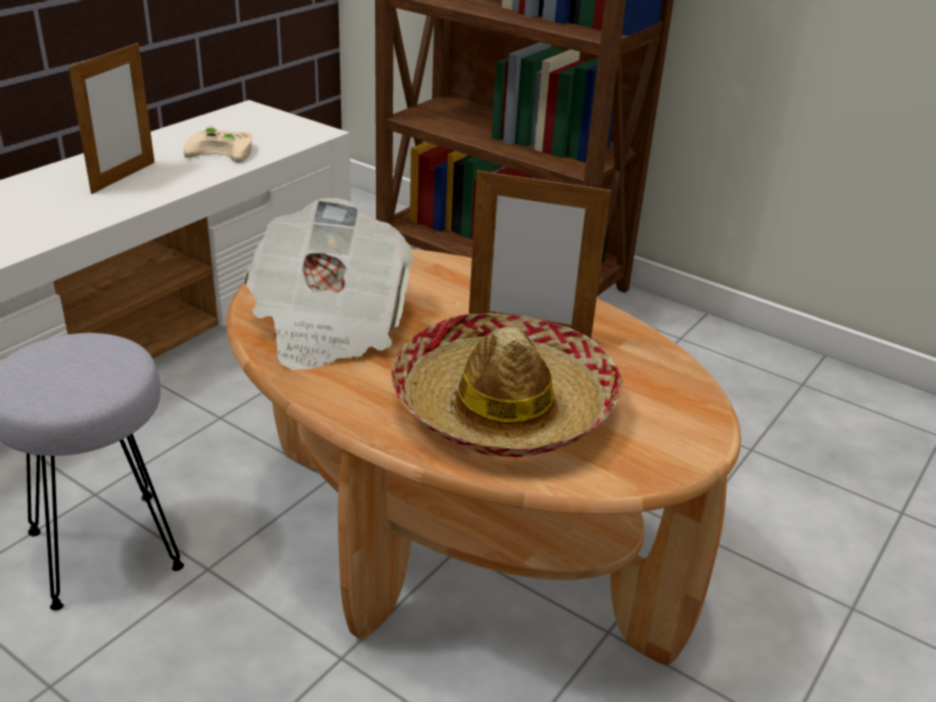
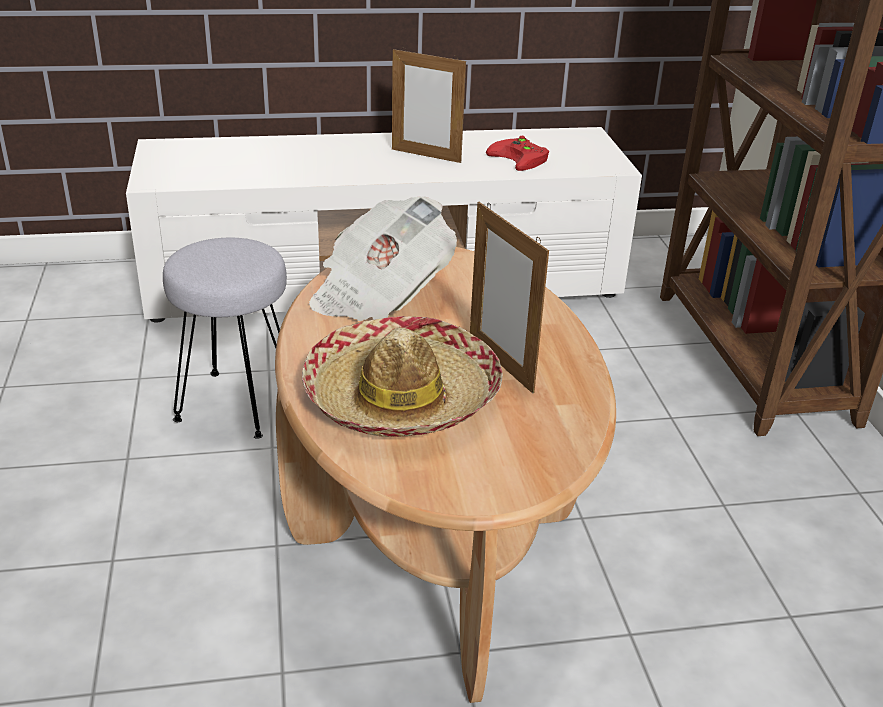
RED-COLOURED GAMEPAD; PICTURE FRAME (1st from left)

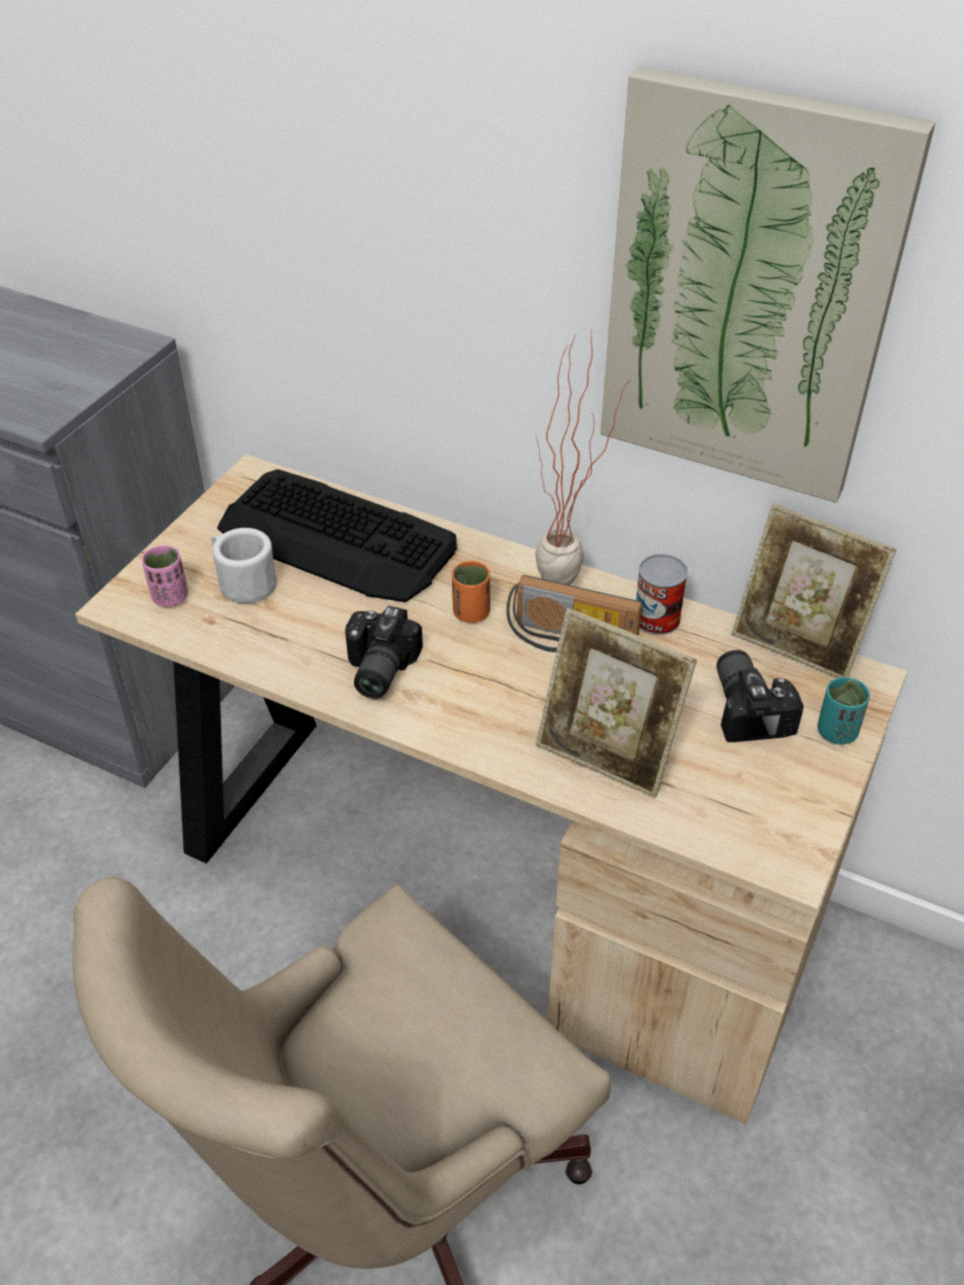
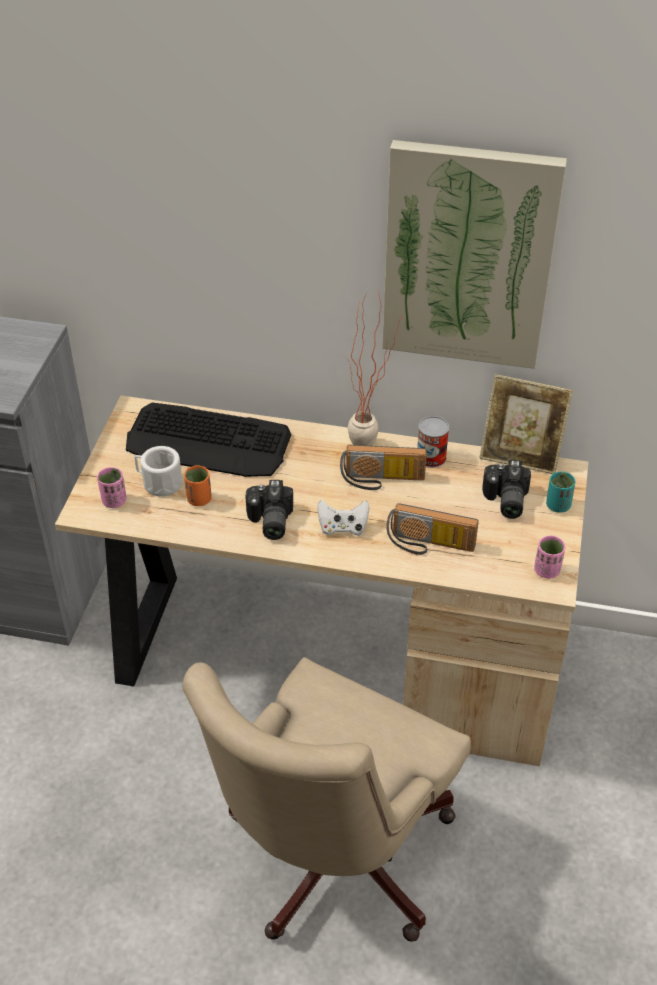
WHITE GAMEPAD; PINK CUP (2nd from left); ORANGE CUP; RADIO (2nd from left); PHOTO CAMERA (2nd from left)

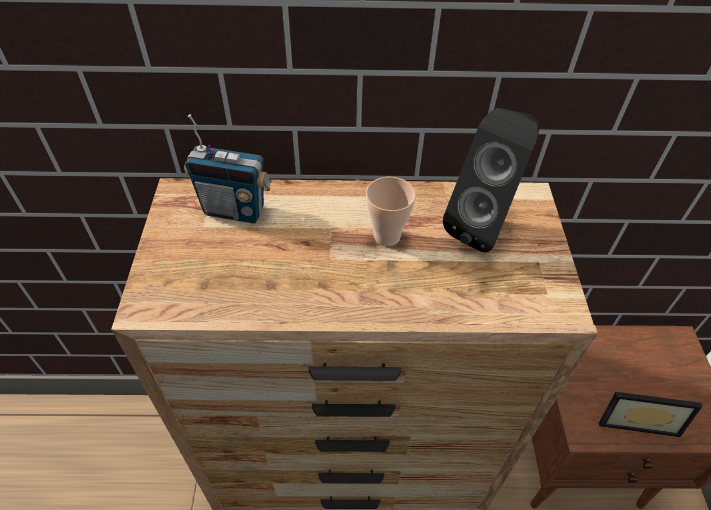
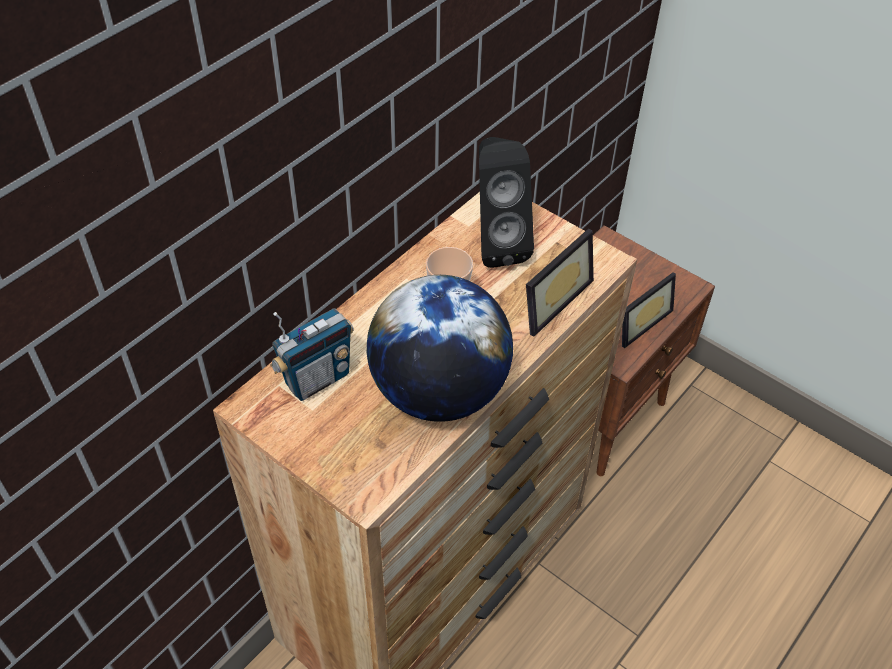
DESK GLOBE; PICTURE FRAME (1st from left)

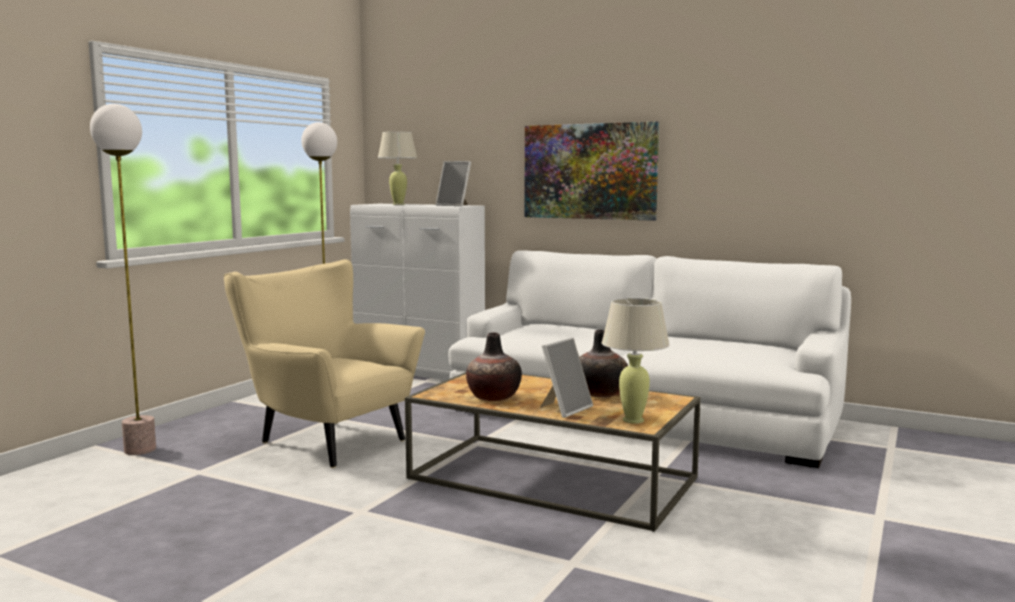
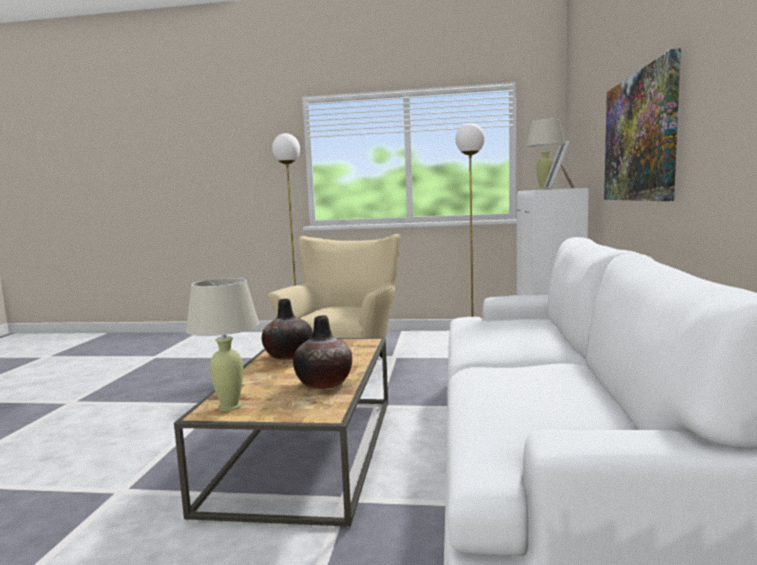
PICTURE FRAME (2nd from left in the first image)

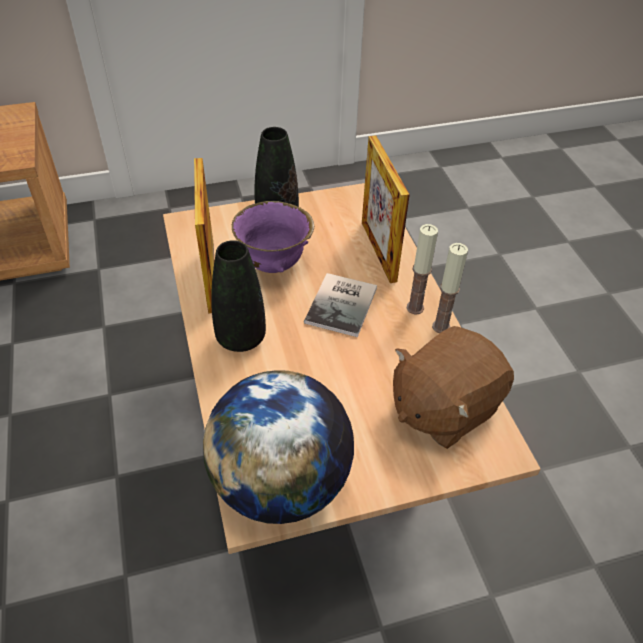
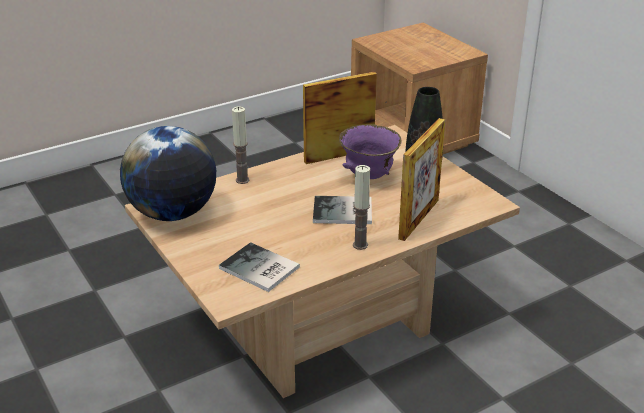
BLACKISH DECORATIVE VASE (1st from left in the first image); CANDLE (1st from left); BOOK (1st from left); PICTURE FRAME (2nd from left)

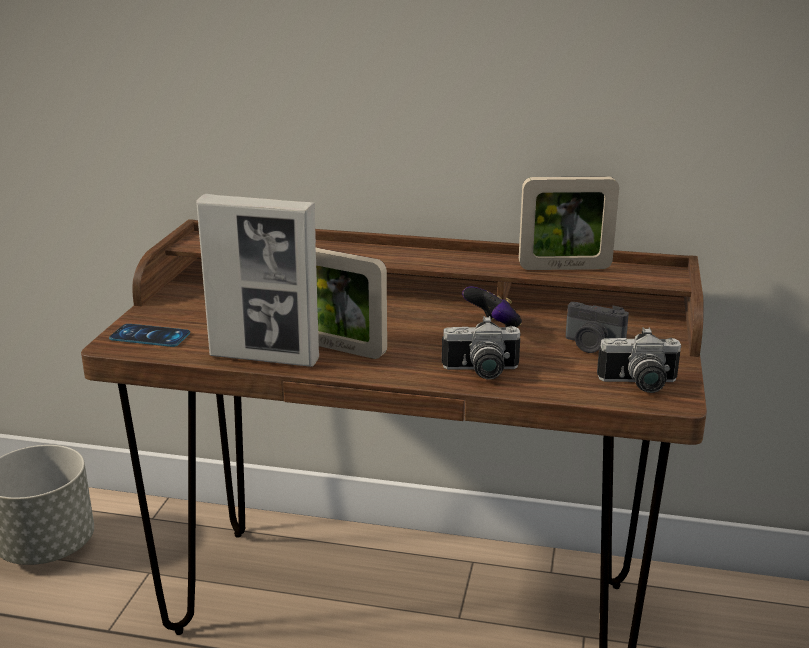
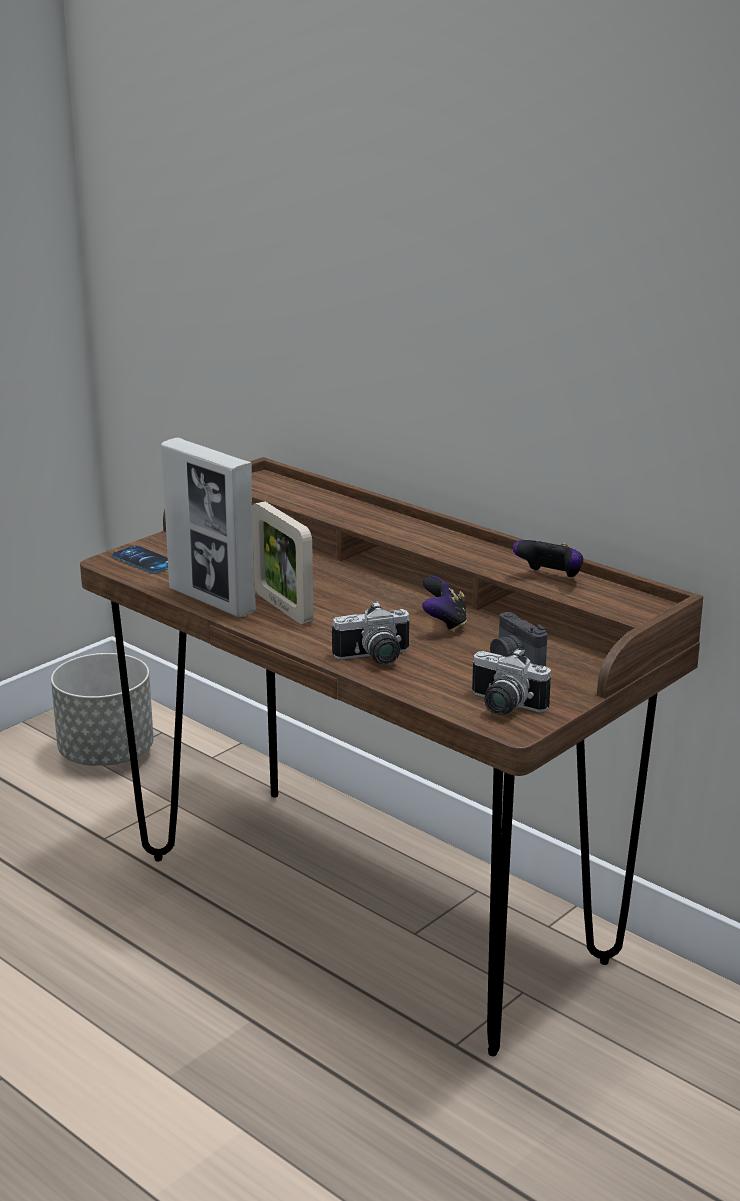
GAMEPAD (2nd from left); PHOTO CAMERA (1st from left)

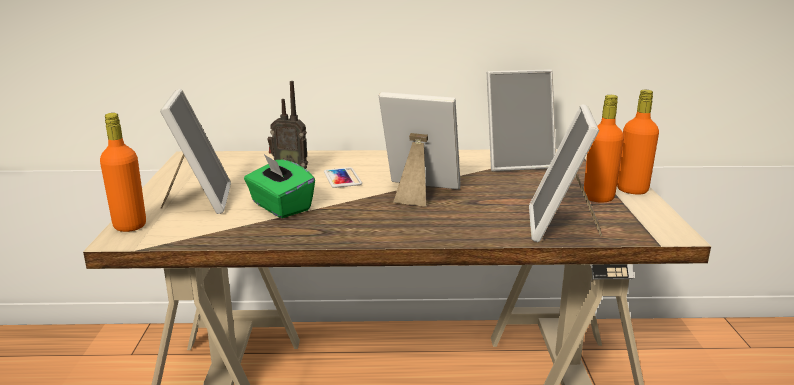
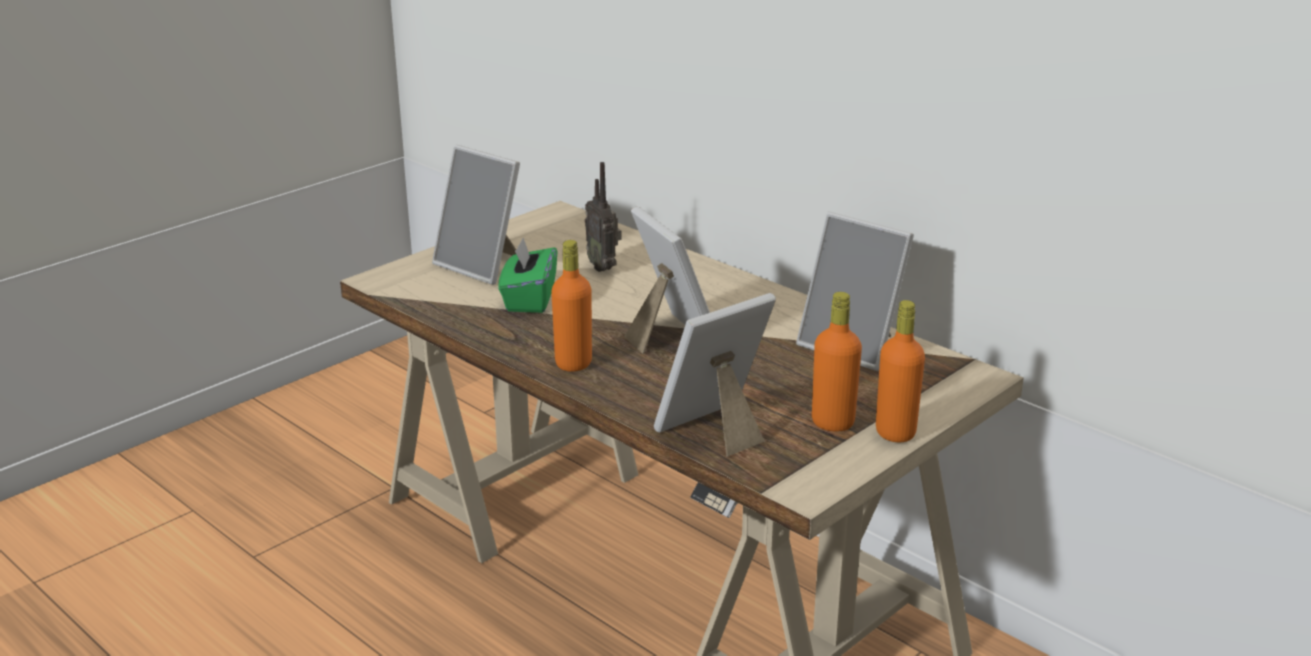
HANDSET; ORANGE BOTTLE (1st from left); PICTURE FRAME (1st from left)

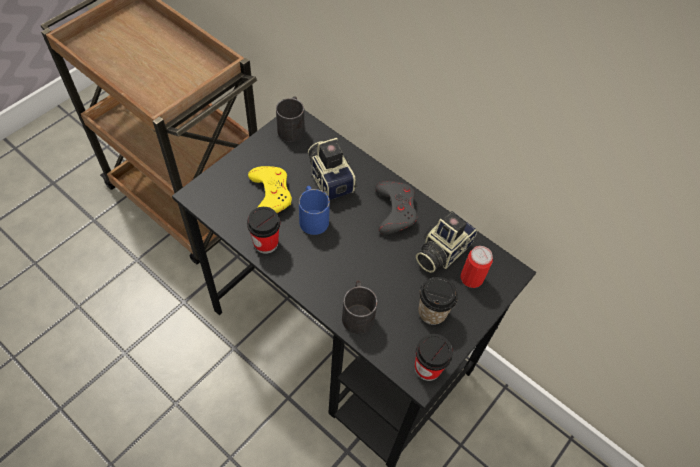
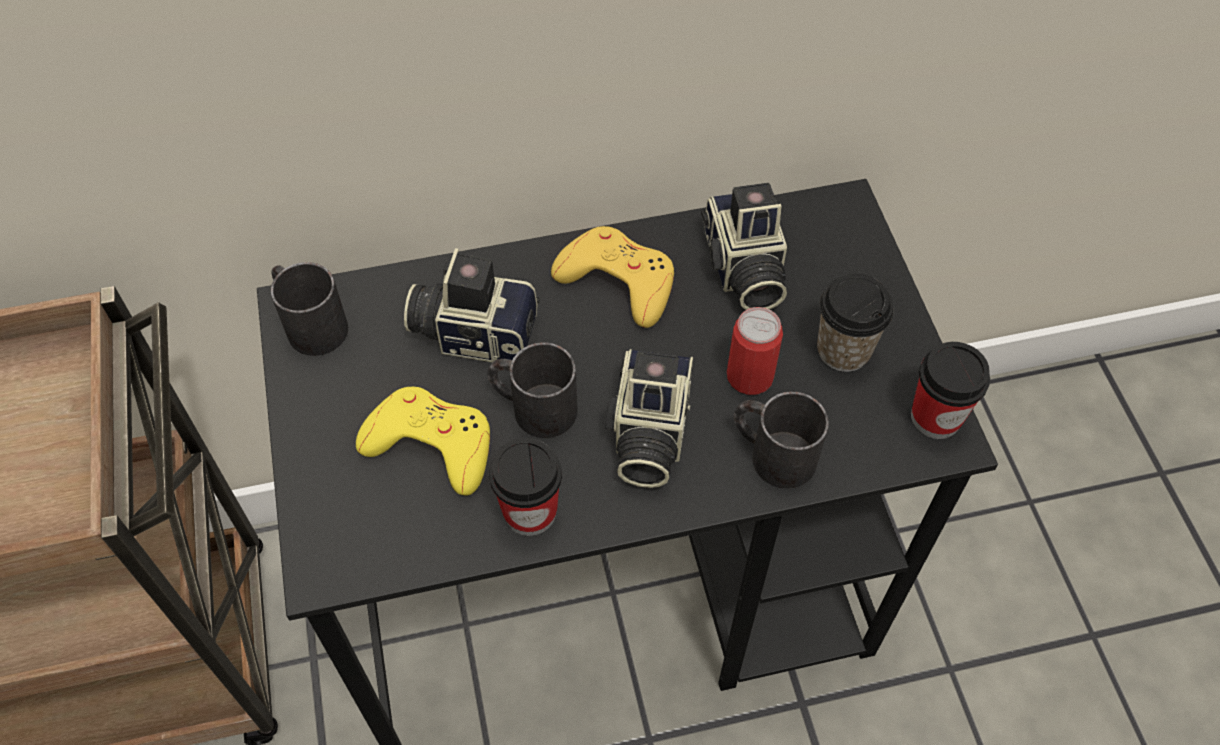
PHOTO CAMERA (2nd from left); SEALED CAN; BLACKISH MUG (2nd from left); YELLOW GAMEPAD (2nd from left)

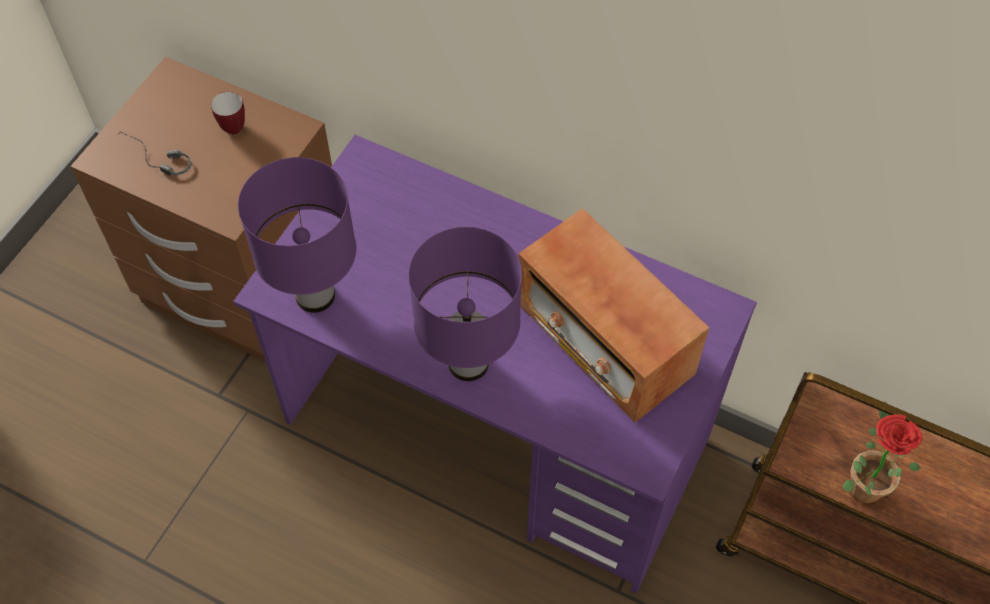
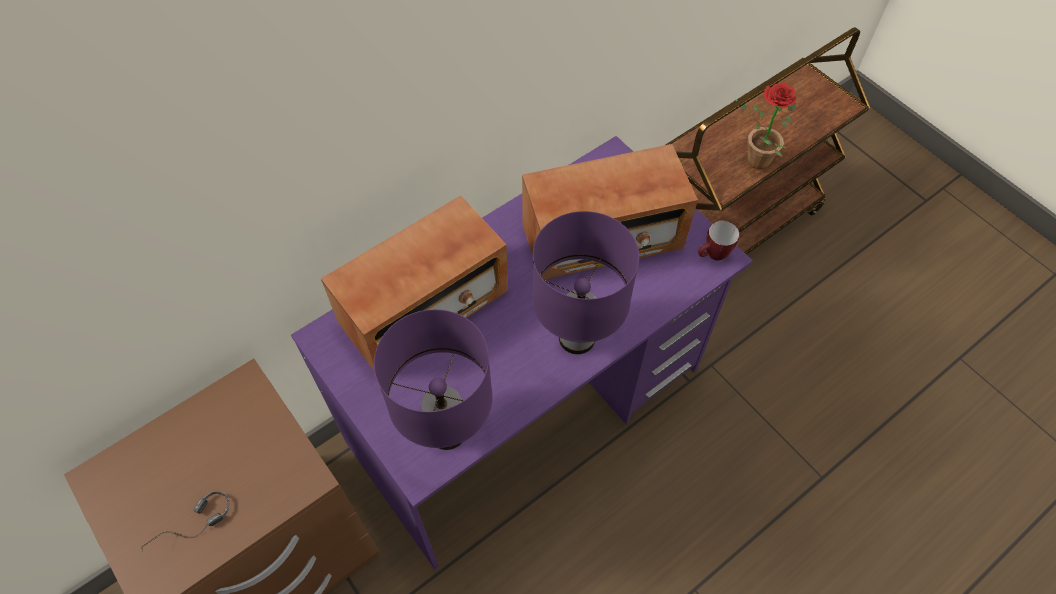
RADIO (1st from left); MUG

